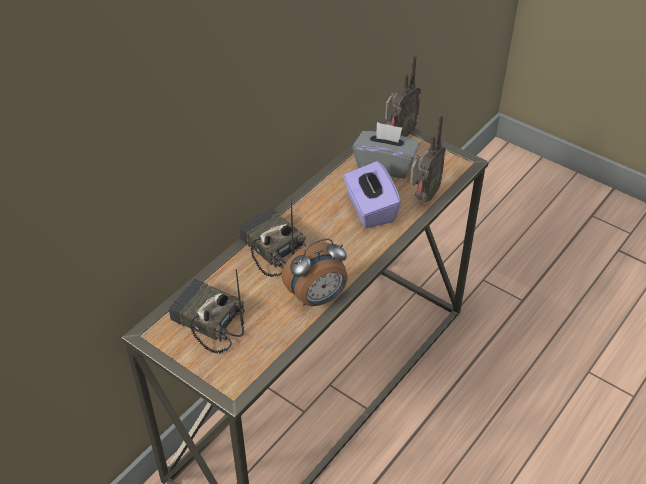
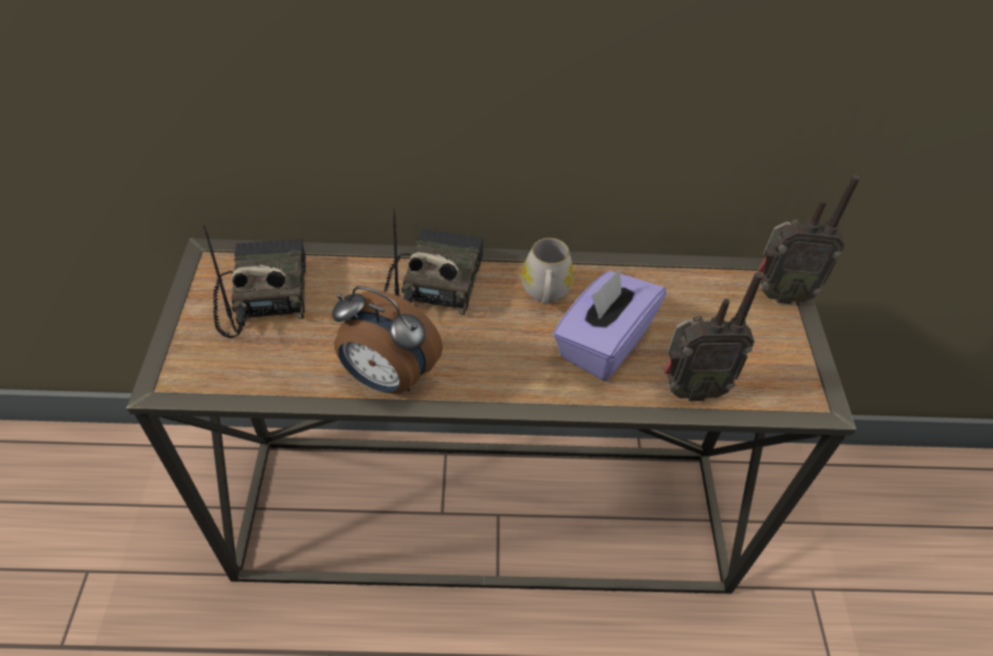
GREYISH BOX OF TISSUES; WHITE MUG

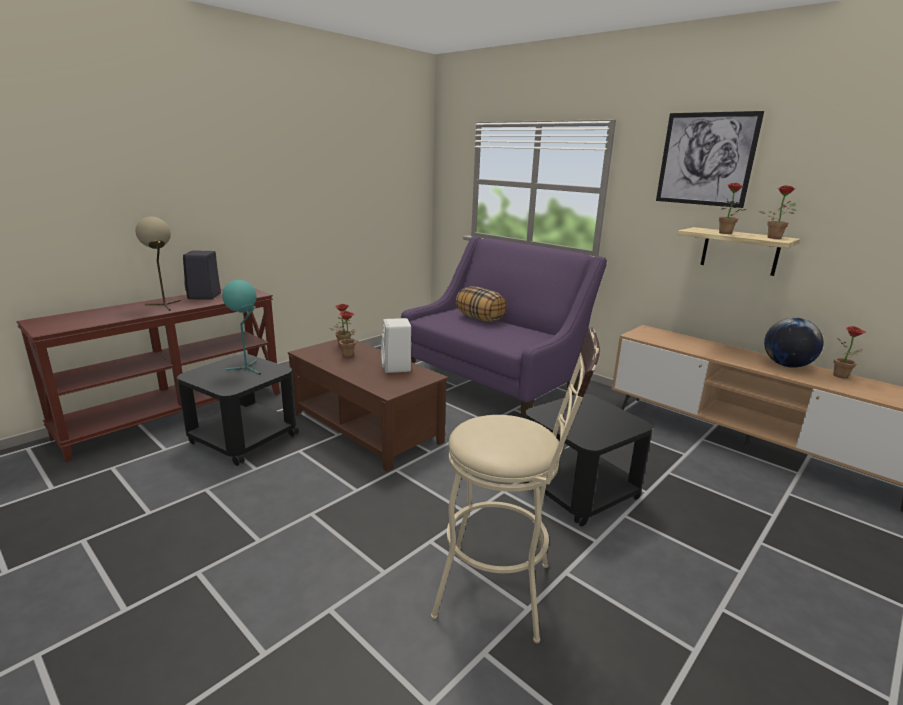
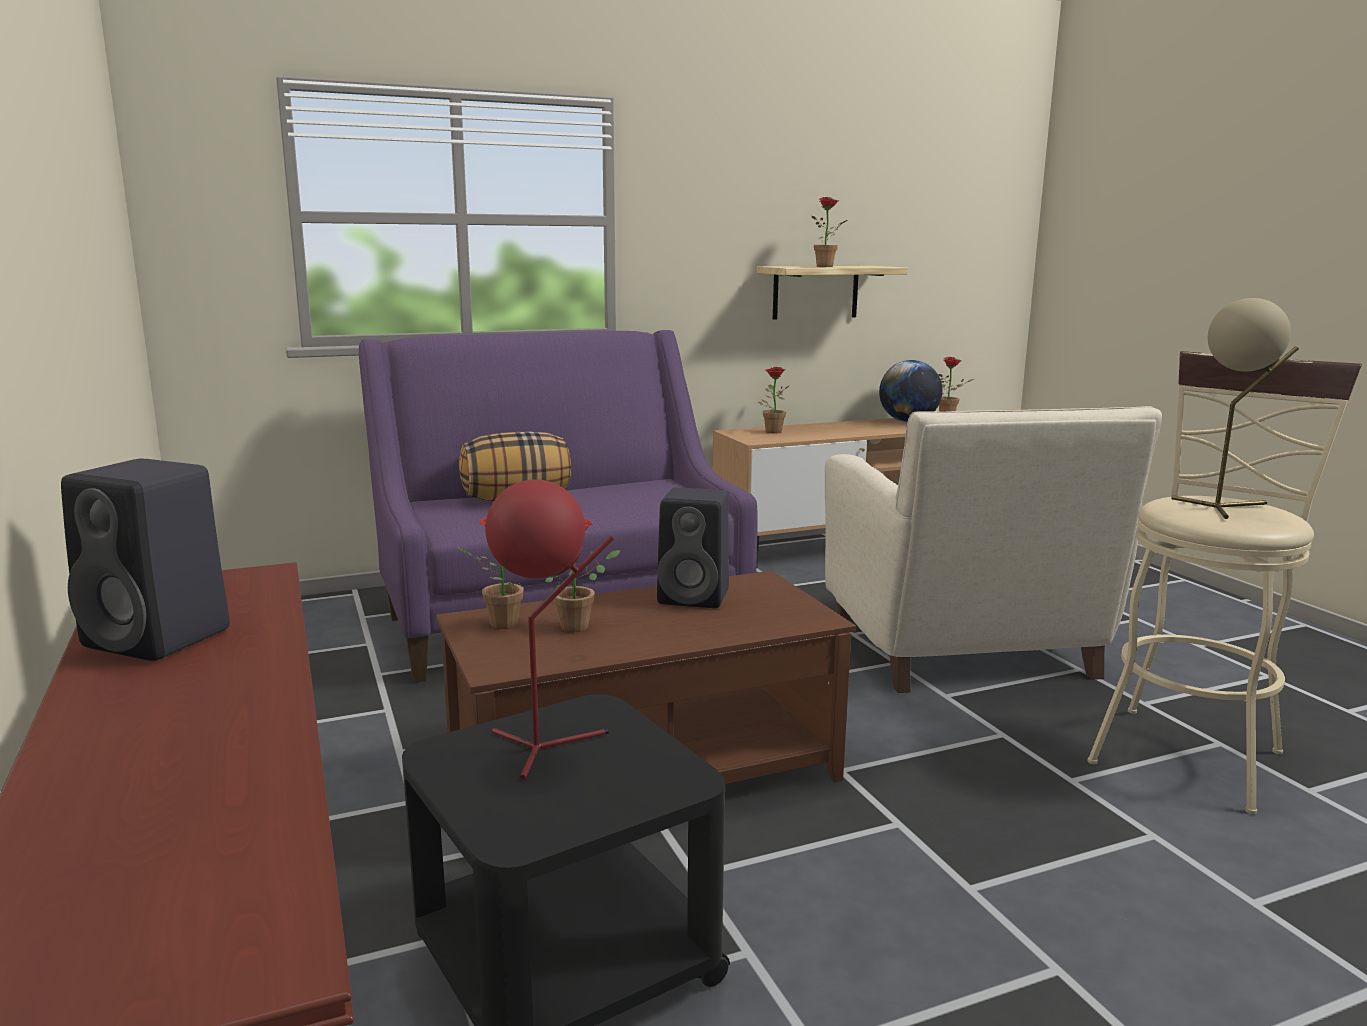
PICTURE; SAND-COLOURED LAMP FOR A TABLE; HOUSEPLANT (3rd from left); SAND-COLOURED ARMCHAIR; RED-COLOURED LAMP FOR A TABLE; BLACKISH AUDIO SPEAKER (2nd from left)

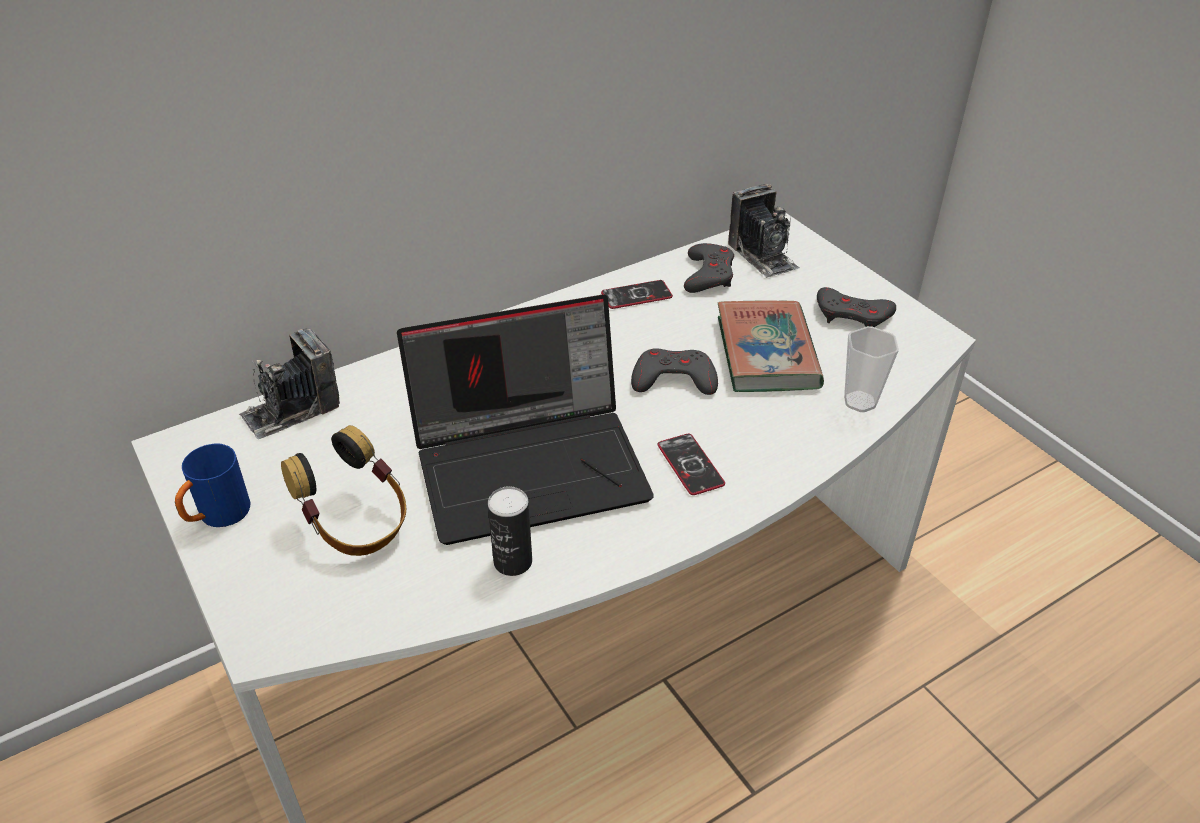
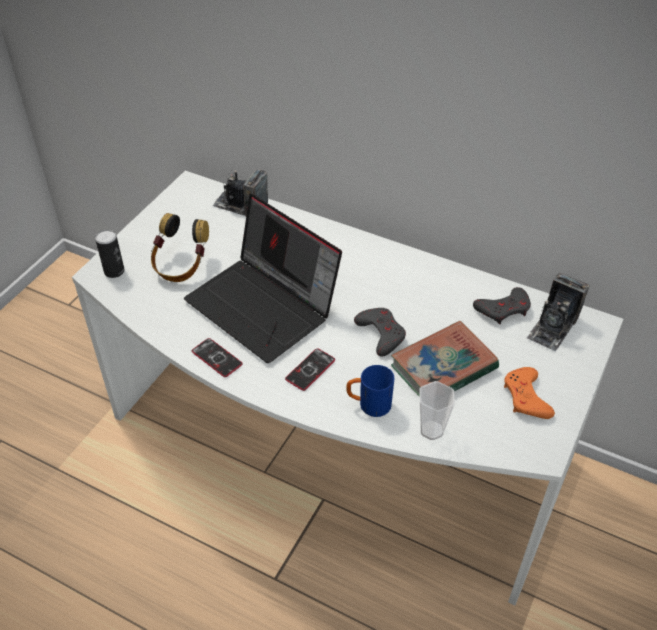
BLUE MUG; SEALED CAN; HANDSET (1st from left); ORANGE GAMEPAD

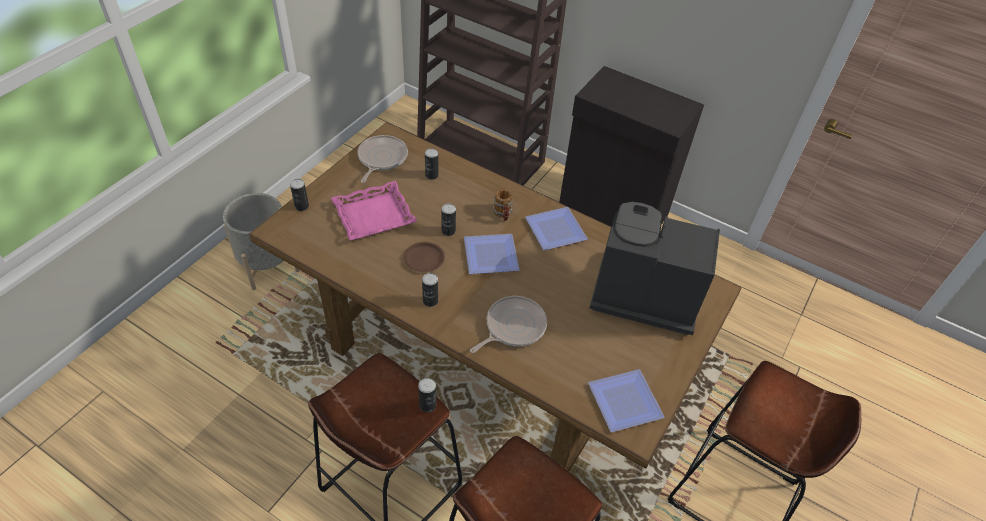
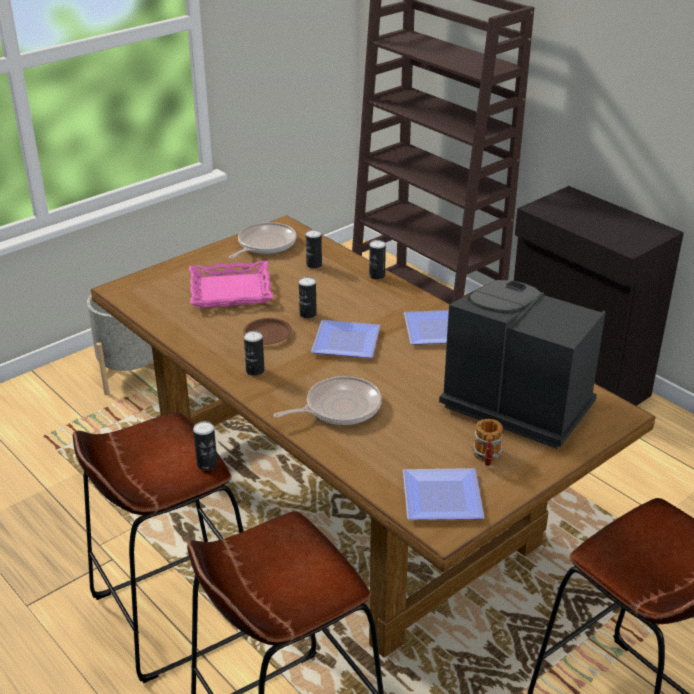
SEALED CAN (5th from left); MUG

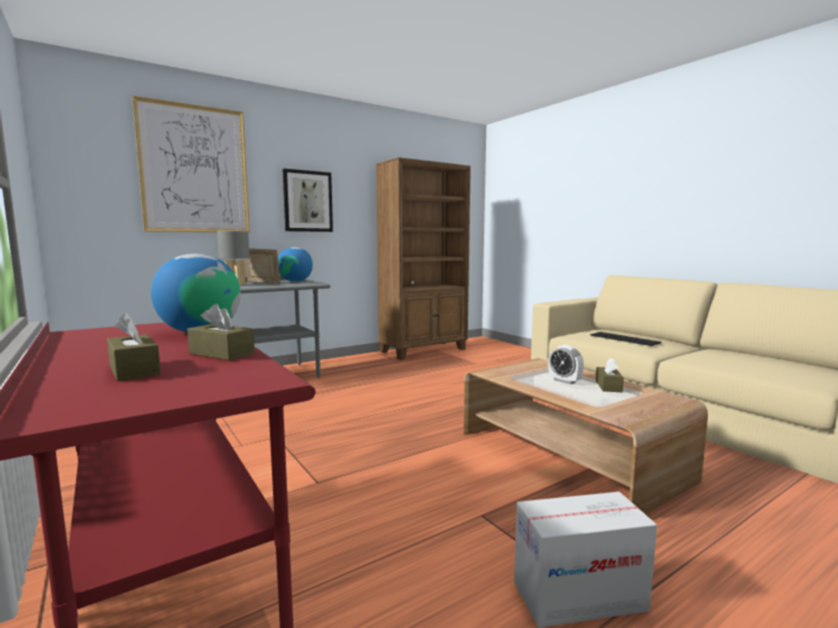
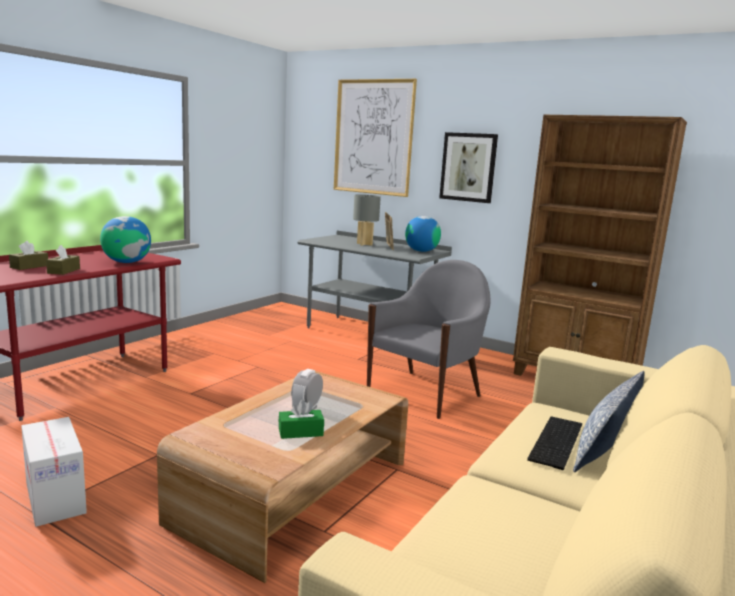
GREYISH ARMCHAIR; THROW PILLOW; GREEN BOX OF TISSUES

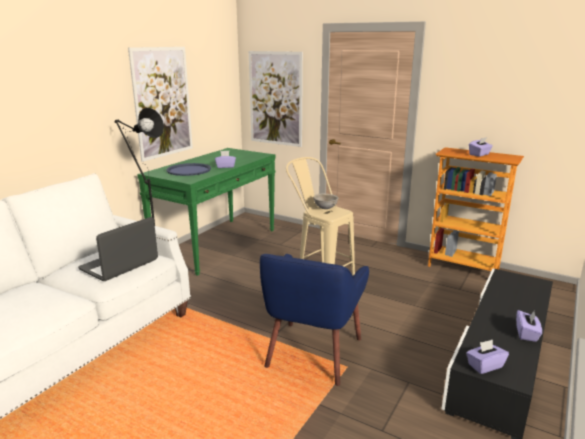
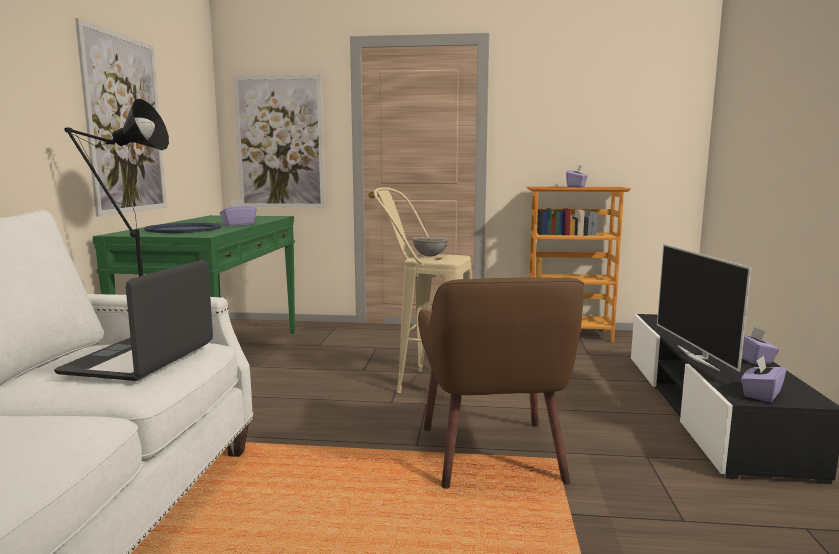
TV SET; BROWNISH ARMCHAIR

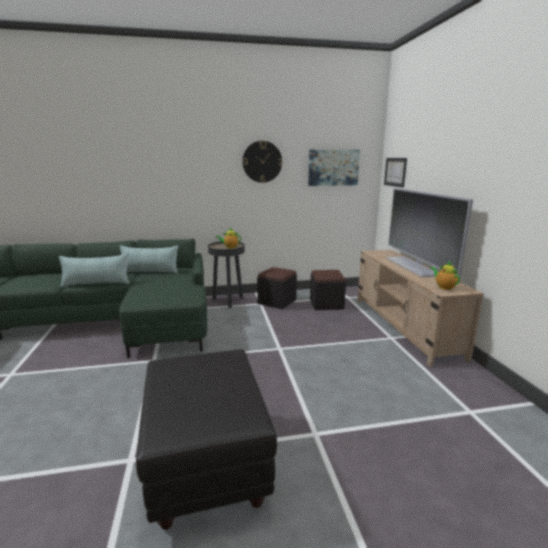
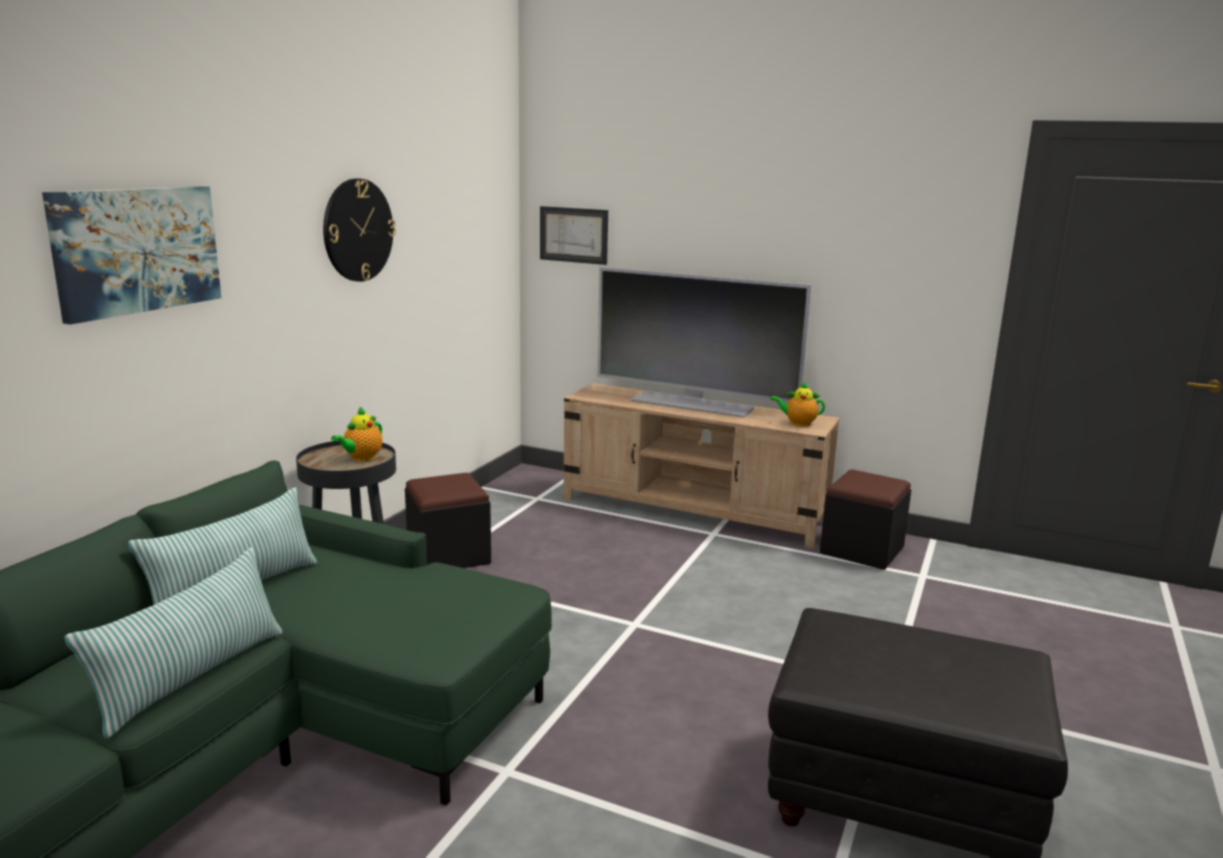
PICTURE (1st from left); BLACKISH OTTOMAN (2nd from left)

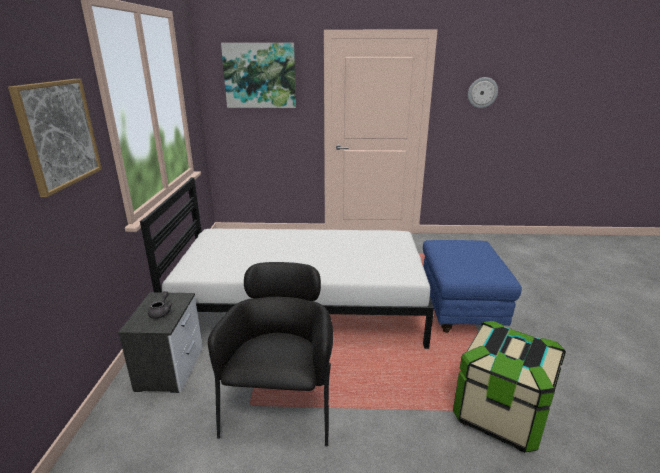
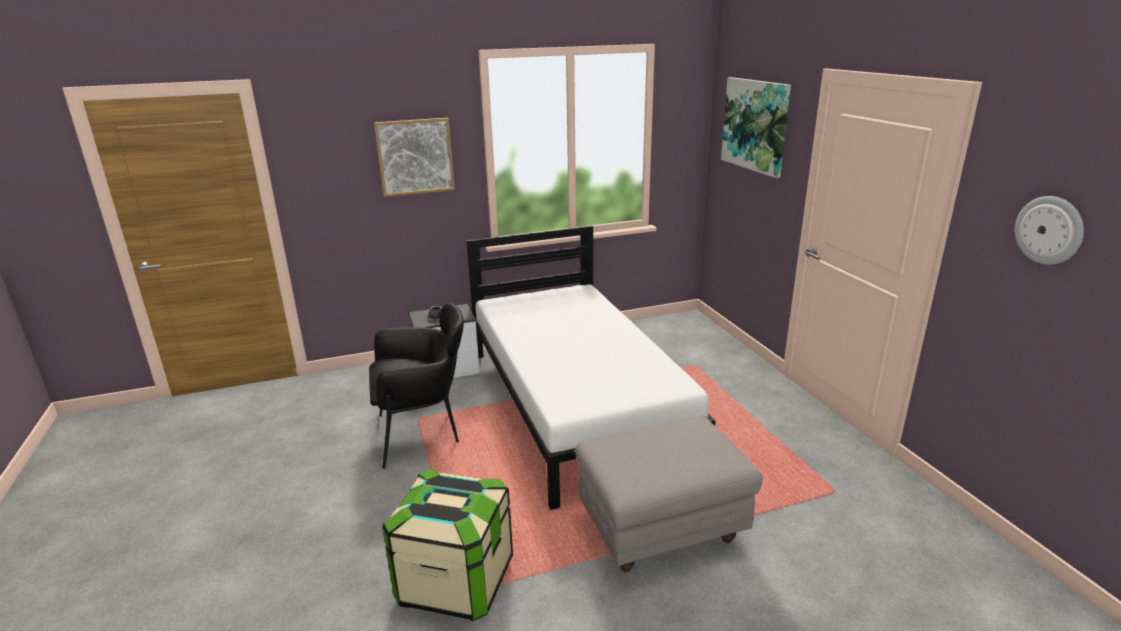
GREYISH OTTOMAN

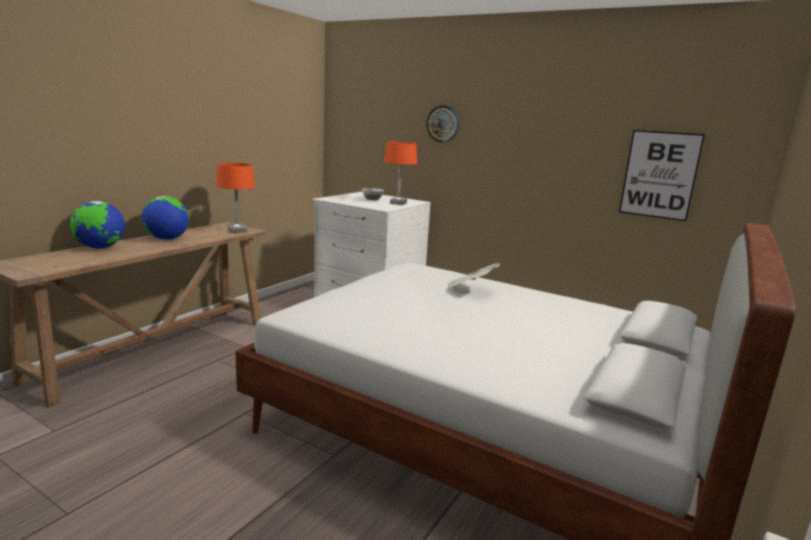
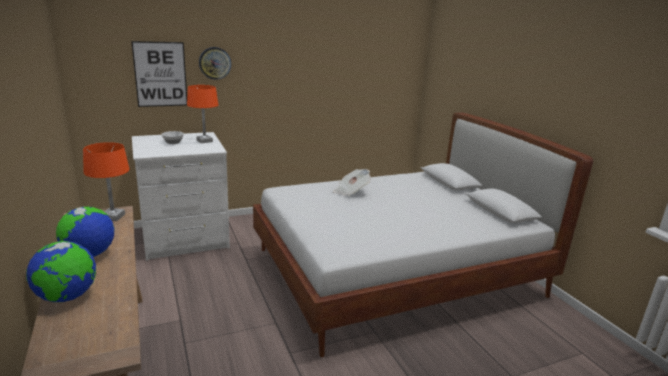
PICTURE

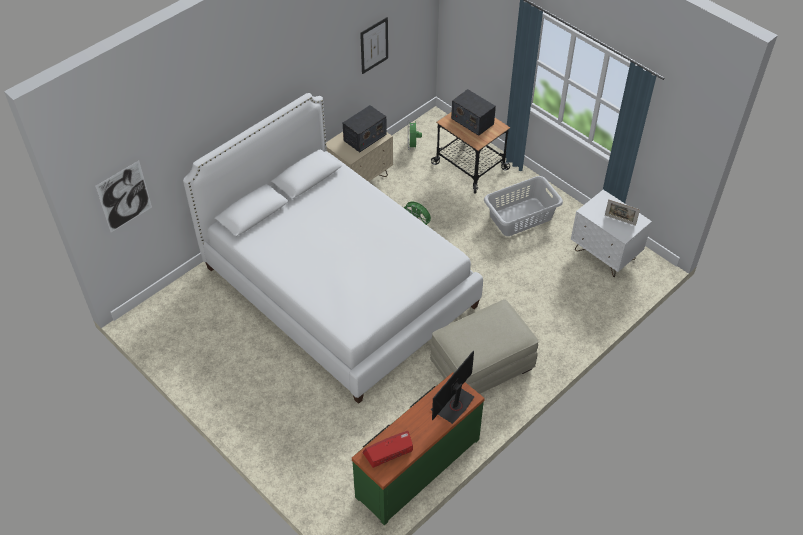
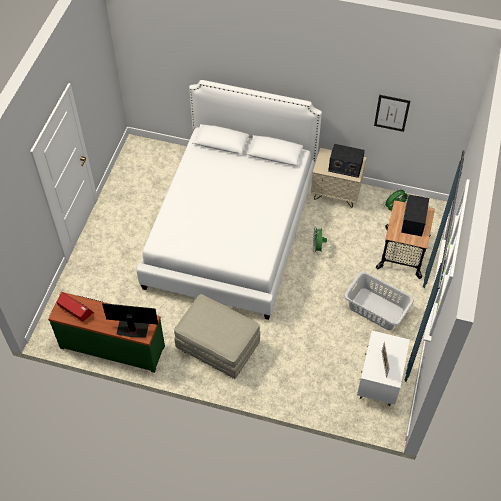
PICTURE (1st from left in the first image)

